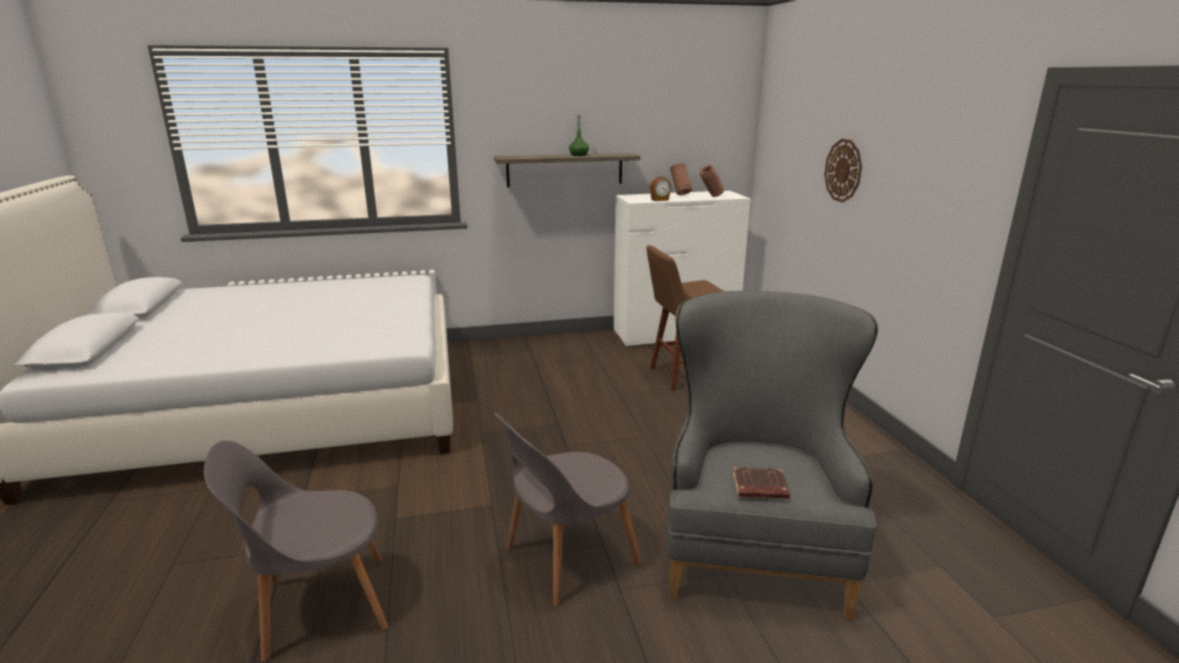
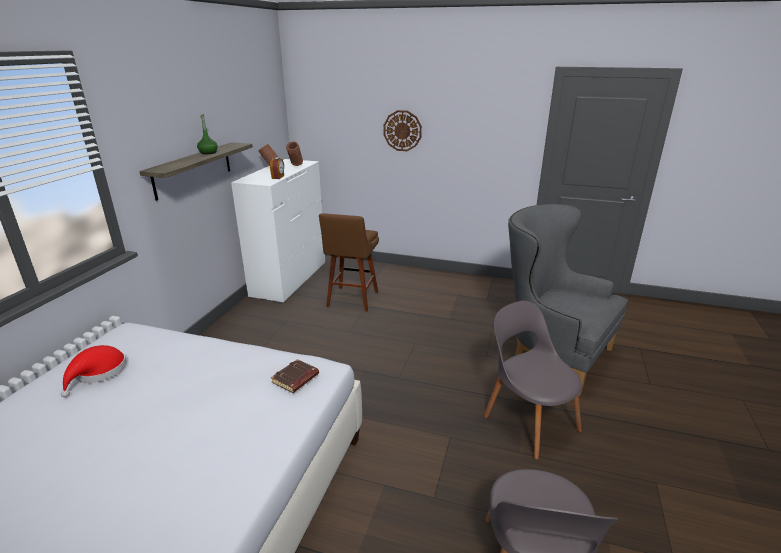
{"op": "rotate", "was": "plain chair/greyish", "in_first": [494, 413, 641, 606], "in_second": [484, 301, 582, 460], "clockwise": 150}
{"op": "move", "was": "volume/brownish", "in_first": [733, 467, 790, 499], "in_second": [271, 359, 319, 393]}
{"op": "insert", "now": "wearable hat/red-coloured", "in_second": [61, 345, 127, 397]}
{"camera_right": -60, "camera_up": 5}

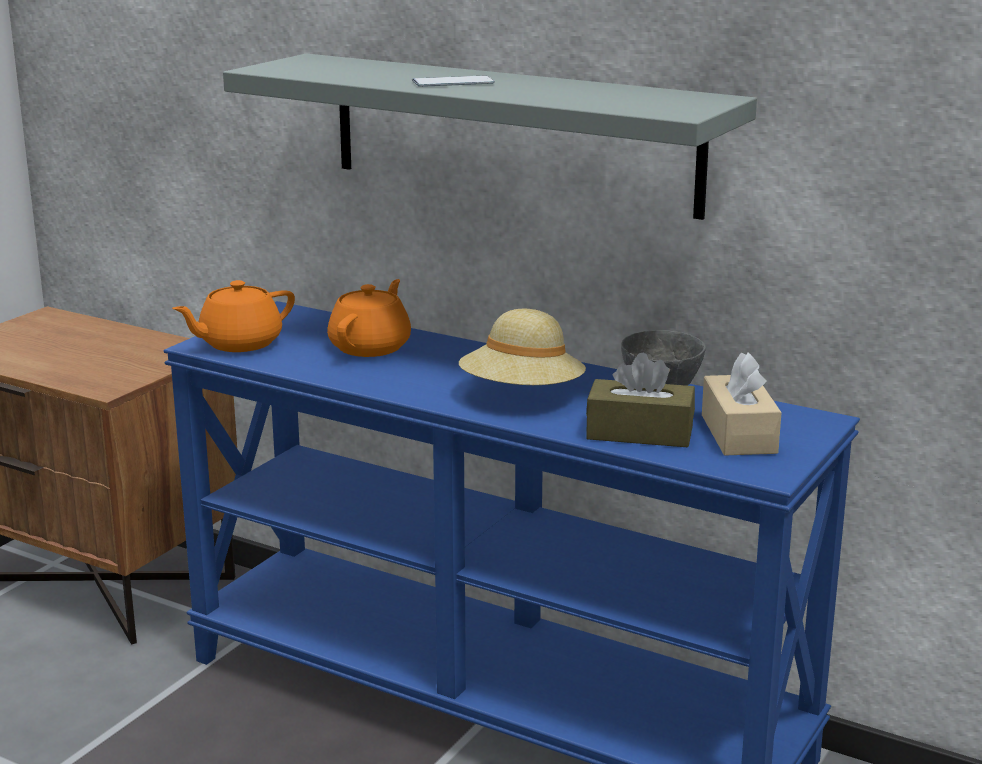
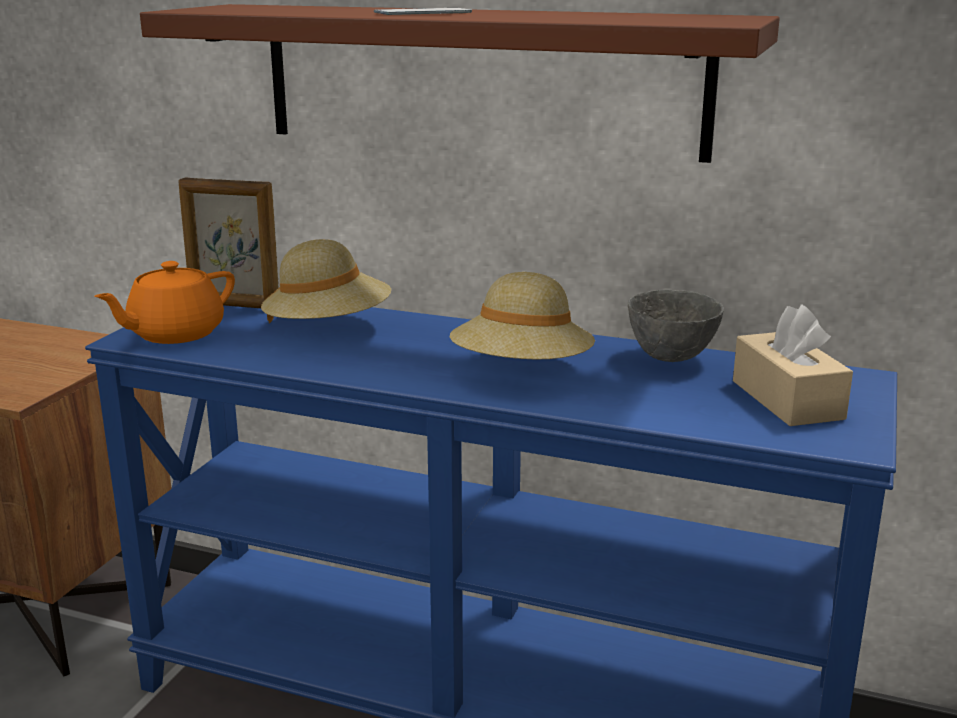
{"op": "recolor", "was": "shelf/greyish", "now": "shelf/brownish", "in_first": [223, 54, 757, 220], "in_second": [140, 4, 780, 163]}
{"op": "replace", "was": "teapot/orange-coloured", "now": "wearable hat/sand-coloured", "in_first": [327, 279, 411, 357], "in_second": [261, 239, 391, 323]}
{"op": "delete", "was": "tissue box/brownish", "in_first": [586, 353, 695, 447]}
{"op": "insert", "now": "picture frame", "in_second": [178, 177, 279, 308]}
{"camera_right": -10, "camera_up": 0}

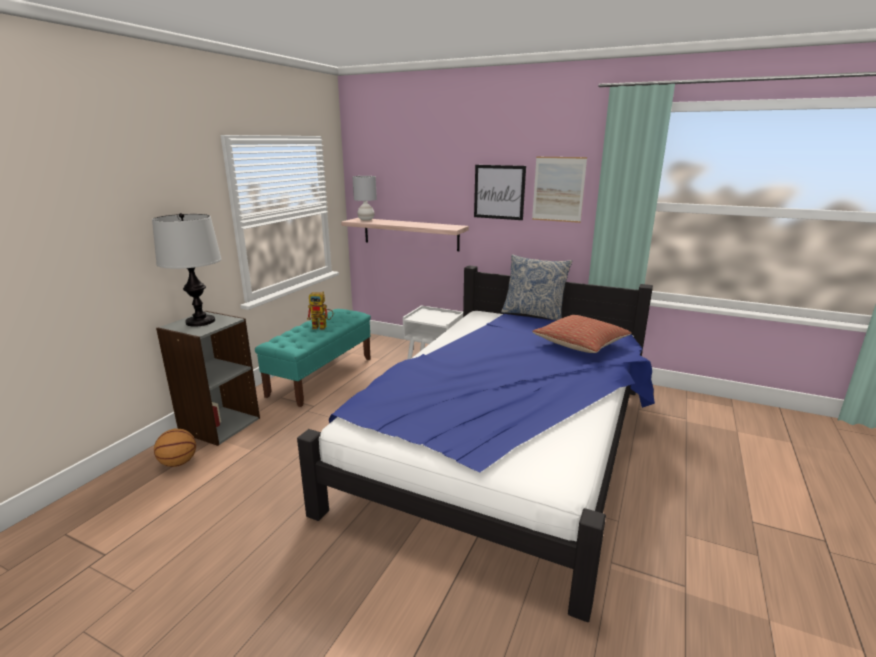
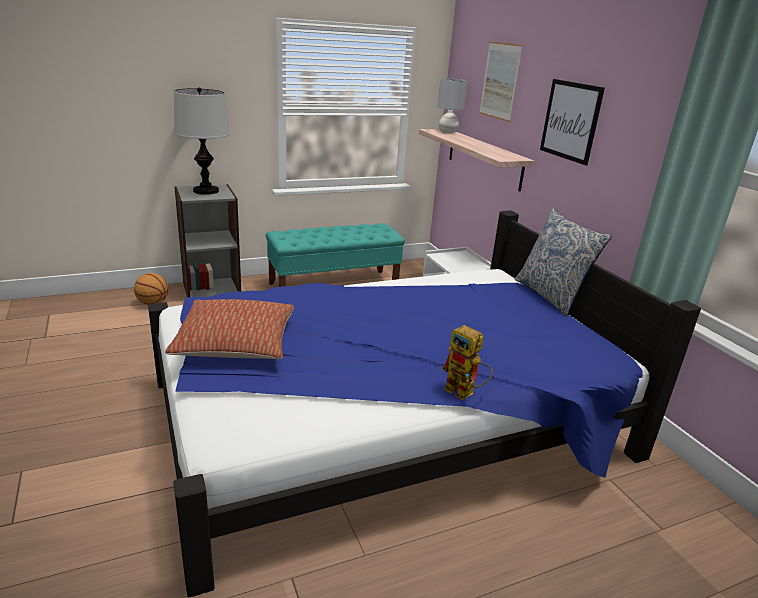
{"op": "move", "was": "toy robot", "in_first": [307, 291, 333, 329], "in_second": [441, 325, 493, 400]}
{"op": "move", "was": "picture", "in_first": [532, 157, 587, 223], "in_second": [479, 41, 523, 122]}
{"op": "move", "was": "pillow", "in_first": [532, 315, 631, 353], "in_second": [165, 299, 294, 359]}
{"camera_right": 40, "camera_up": 5}

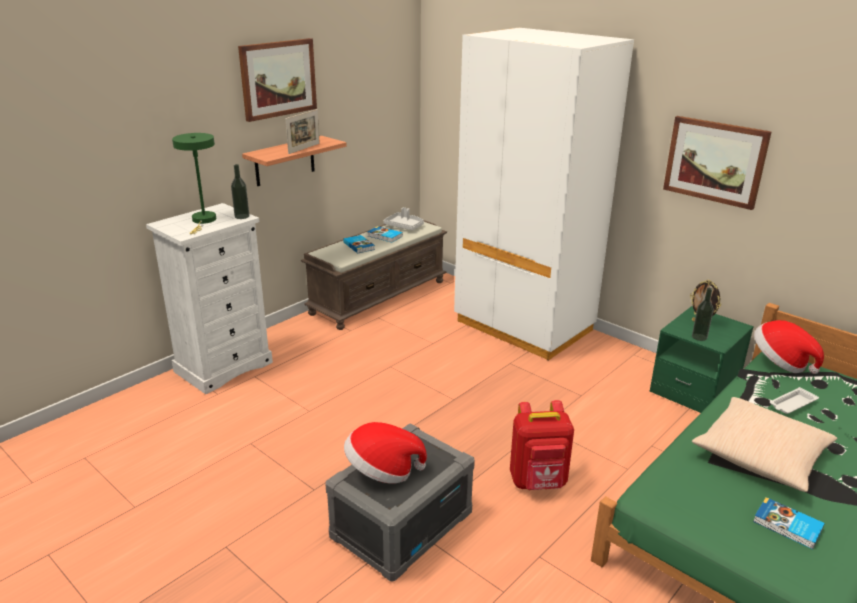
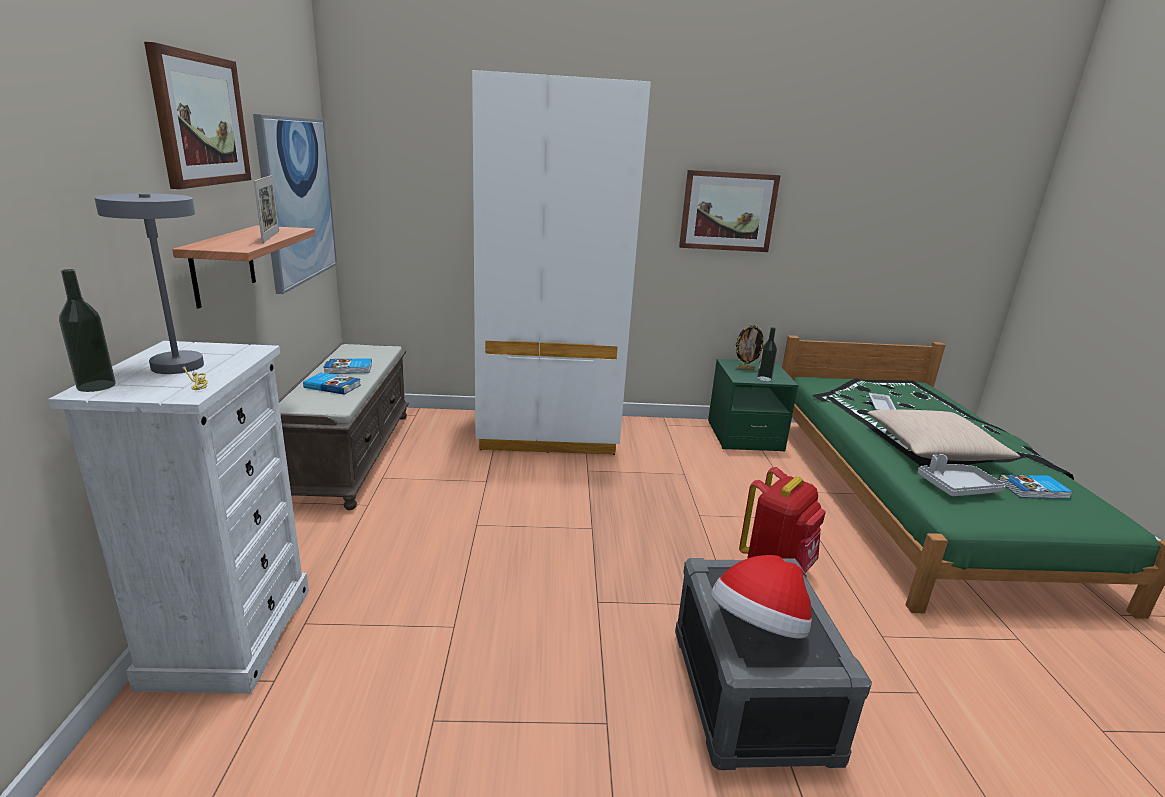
{"op": "recolor", "was": "table lamp/green-coloured", "now": "table lamp/greyish", "in_first": [172, 133, 216, 234], "in_second": [94, 193, 208, 390]}
{"op": "move", "was": "bottle", "in_first": [231, 164, 249, 219], "in_second": [59, 269, 116, 392]}
{"op": "move", "was": "carrying tray/greyish", "in_first": [383, 207, 424, 230], "in_second": [918, 454, 1005, 496]}
{"op": "delete", "was": "wearable hat", "in_first": [754, 320, 824, 374]}
{"op": "insert", "now": "picture", "in_second": [253, 114, 337, 294]}
{"camera_right": -45, "camera_up": -5}

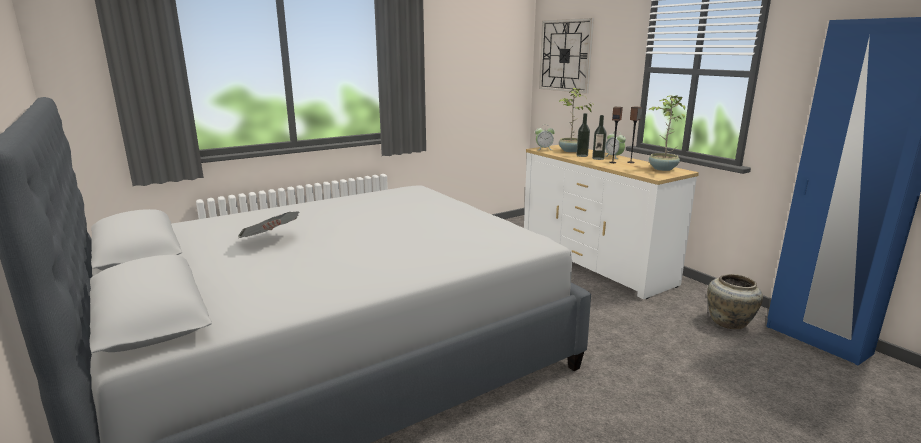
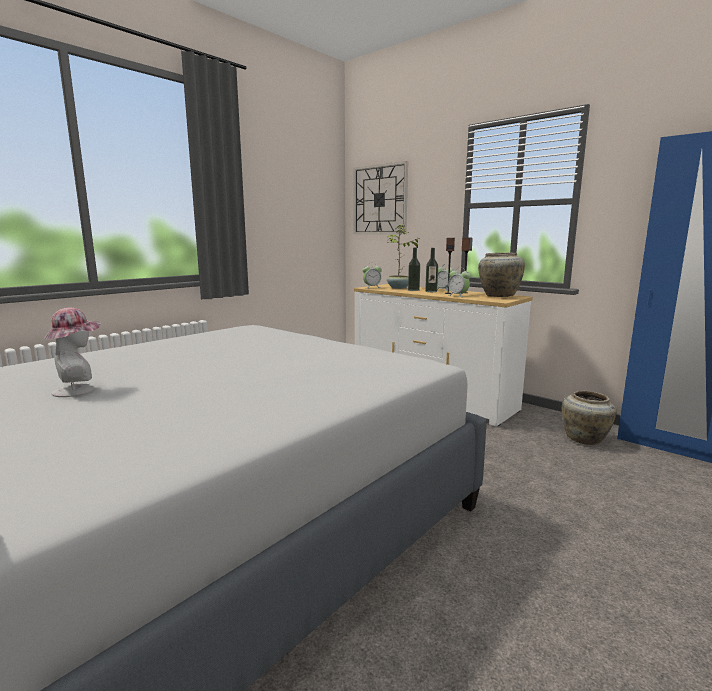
{"op": "replace", "was": "daily paper", "now": "wearable hat", "in_first": [238, 211, 299, 238], "in_second": [44, 307, 101, 397]}
{"op": "replace", "was": "plant in a pot", "now": "decorative vase/sand-coloured", "in_first": [648, 95, 686, 171], "in_second": [478, 253, 525, 297]}
{"op": "insert", "now": "alarm clock", "in_second": [447, 267, 471, 297]}
{"camera_right": -15, "camera_up": -5}

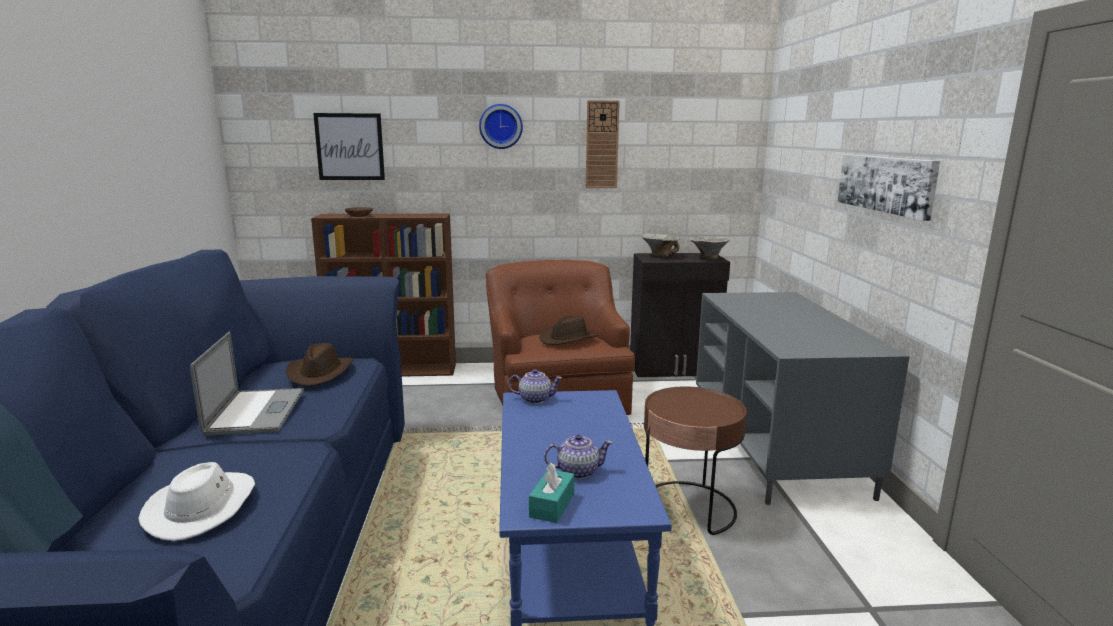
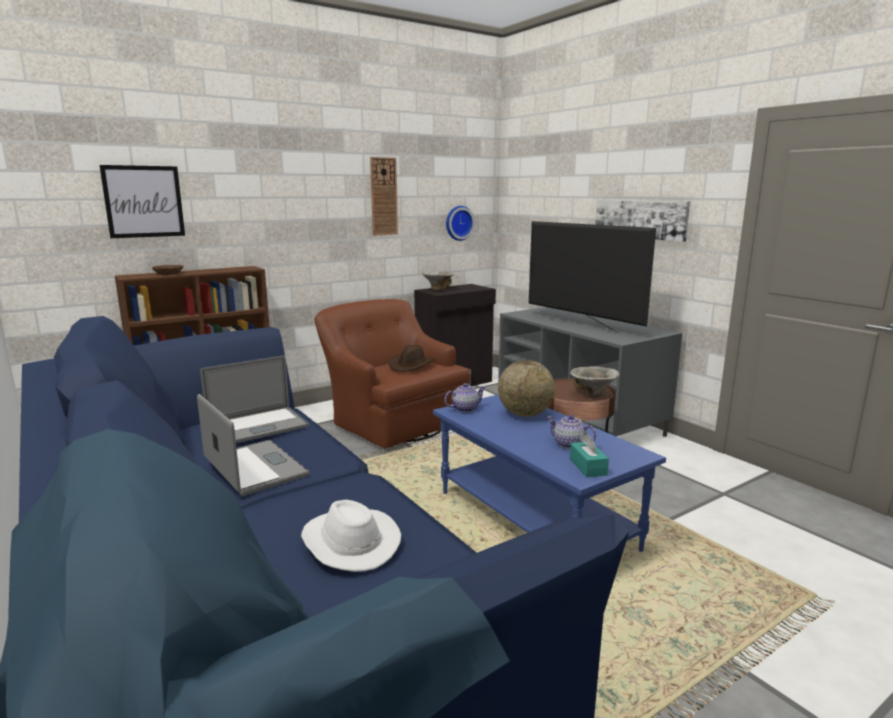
{"op": "replace", "was": "wearable hat/brownish", "now": "portable computer", "in_first": [286, 343, 354, 386], "in_second": [200, 355, 309, 443]}
{"op": "move", "was": "wall clock", "in_first": [479, 104, 523, 149], "in_second": [446, 206, 475, 241]}
{"op": "rotate", "was": "teapot", "in_first": [544, 434, 613, 479], "in_second": [547, 415, 596, 449], "clockwise": -105}
{"op": "move", "was": "bowl", "in_first": [690, 236, 730, 260], "in_second": [570, 366, 619, 398]}
{"op": "insert", "now": "globe", "in_second": [498, 360, 555, 417]}
{"op": "insert", "now": "TV set", "in_second": [529, 221, 656, 333]}
{"camera_right": -30, "camera_up": 0}

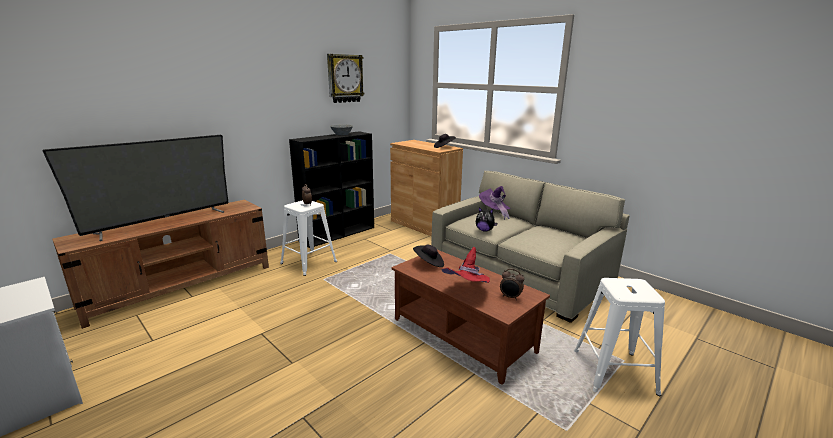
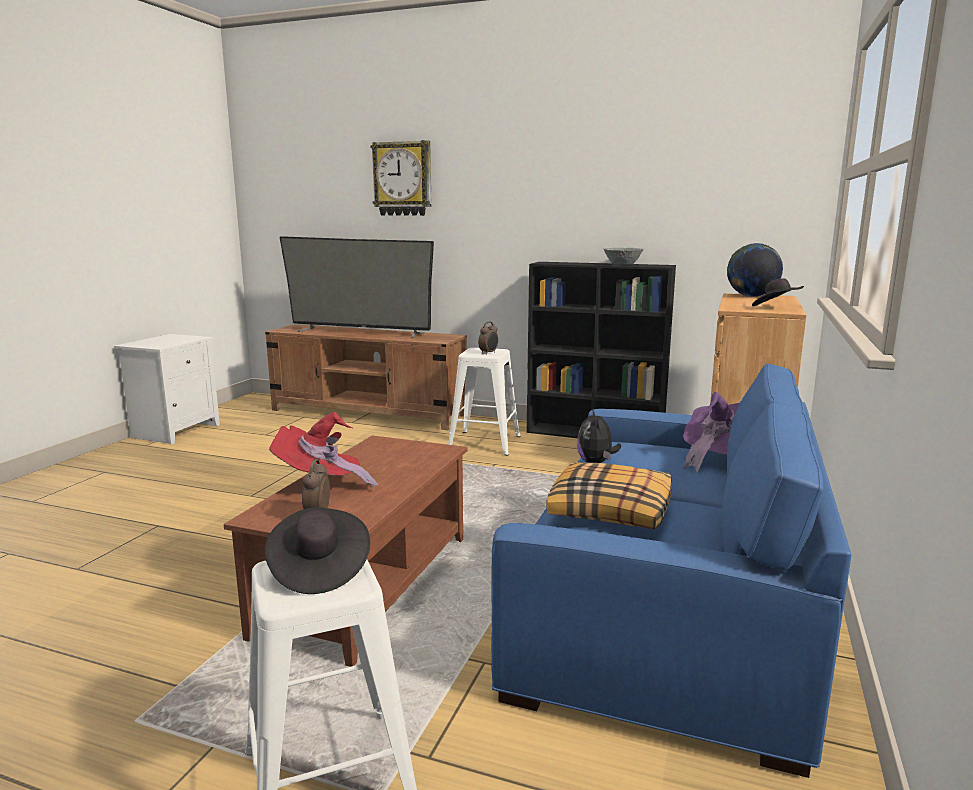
{"op": "move", "was": "wall clock", "in_first": [327, 54, 365, 103], "in_second": [370, 140, 432, 216]}
{"op": "move", "was": "wearable hat/blackish", "in_first": [413, 244, 444, 267], "in_second": [265, 507, 370, 594]}
{"op": "recolor", "was": "settee/sand-coloured", "now": "settee/bluish", "in_first": [431, 171, 630, 323], "in_second": [491, 363, 851, 778]}
{"op": "insert", "now": "pillow", "in_second": [546, 462, 672, 529]}
{"op": "insert", "now": "globe", "in_second": [727, 243, 783, 297]}
{"camera_right": 65, "camera_up": -5}

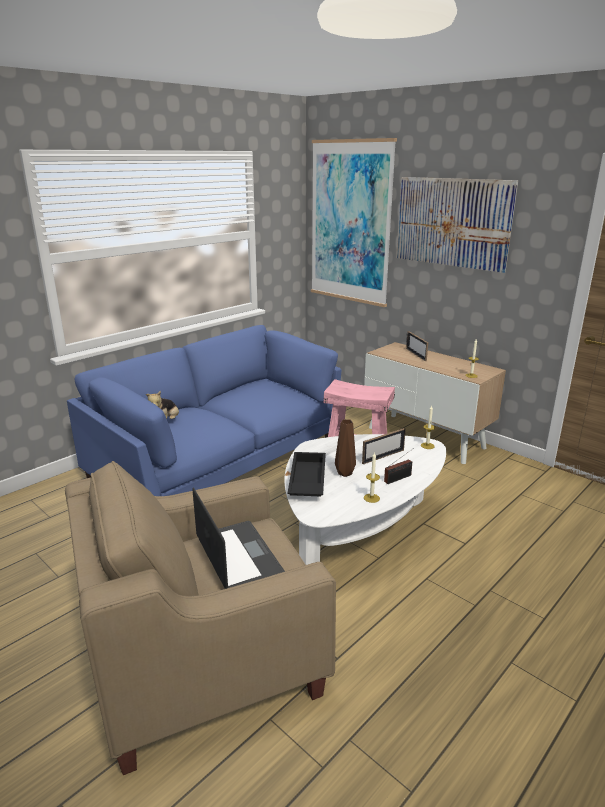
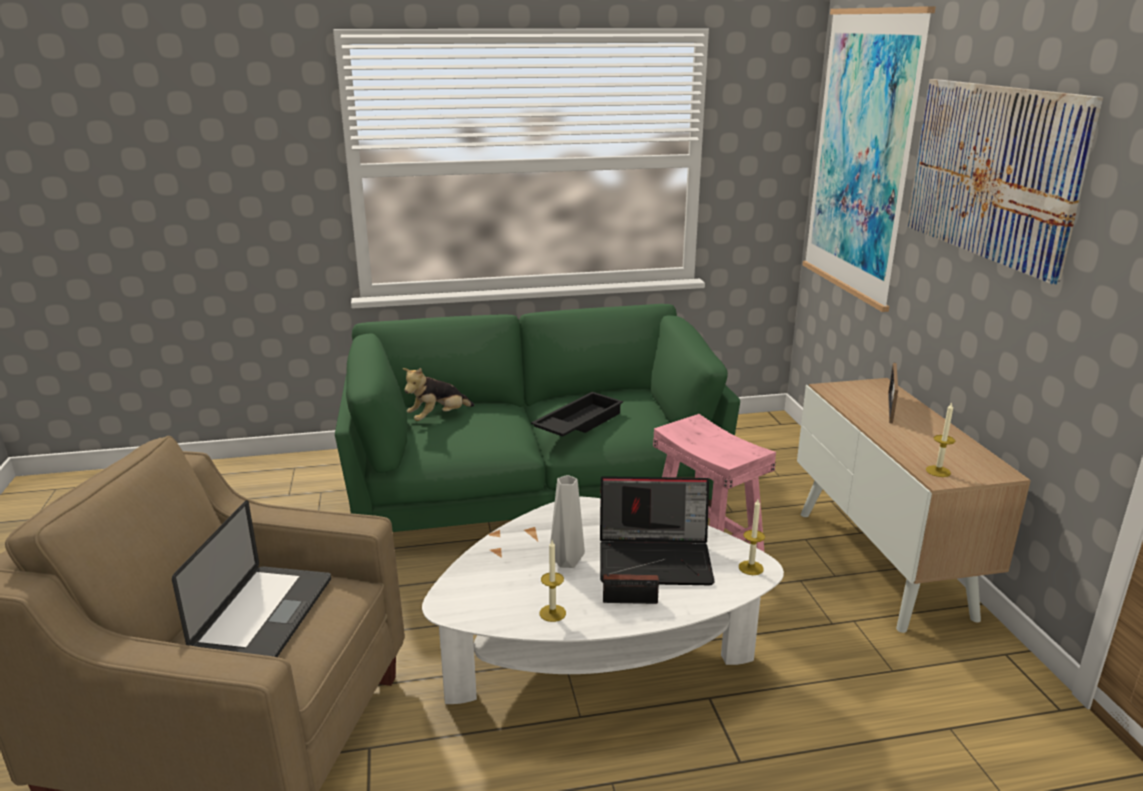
{"op": "recolor", "was": "settee/bluish", "now": "settee/green-coloured", "in_first": [67, 325, 341, 496], "in_second": [335, 304, 740, 532]}
{"op": "move", "was": "carrying tray/blackish", "in_first": [287, 452, 326, 496], "in_second": [531, 392, 623, 437]}
{"op": "recolor", "was": "decorative vase/brownish", "now": "decorative vase/greyish", "in_first": [335, 419, 356, 477], "in_second": [550, 475, 585, 568]}
{"op": "replace", "was": "picture frame", "now": "portable computer", "in_first": [362, 428, 406, 464], "in_second": [600, 476, 715, 585]}
{"camera_right": 35, "camera_up": 0}

